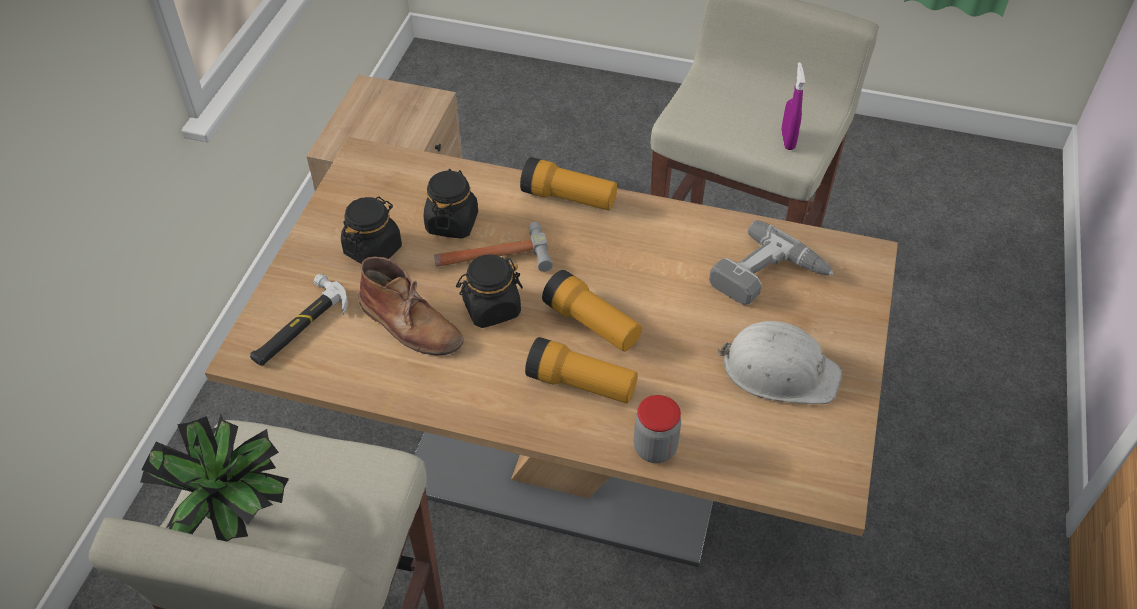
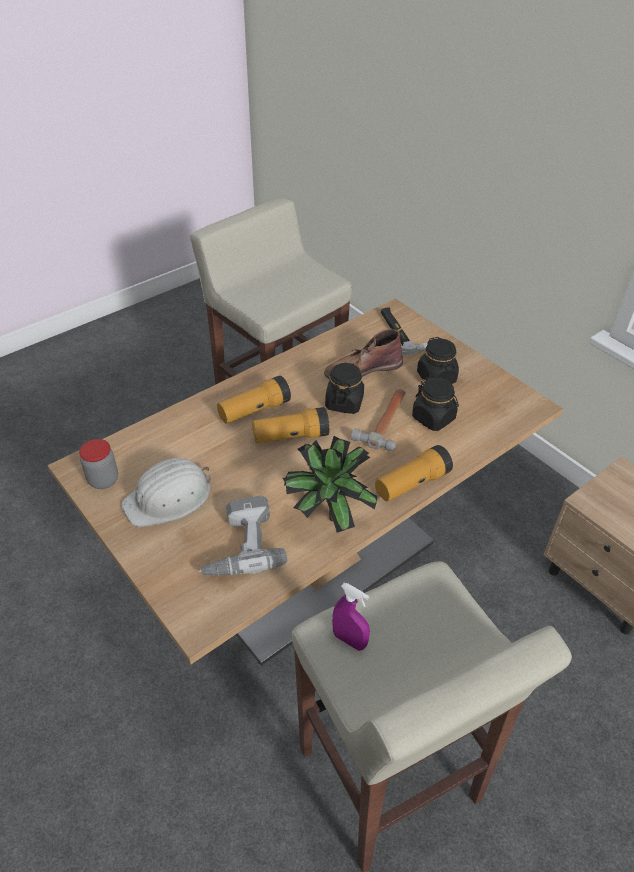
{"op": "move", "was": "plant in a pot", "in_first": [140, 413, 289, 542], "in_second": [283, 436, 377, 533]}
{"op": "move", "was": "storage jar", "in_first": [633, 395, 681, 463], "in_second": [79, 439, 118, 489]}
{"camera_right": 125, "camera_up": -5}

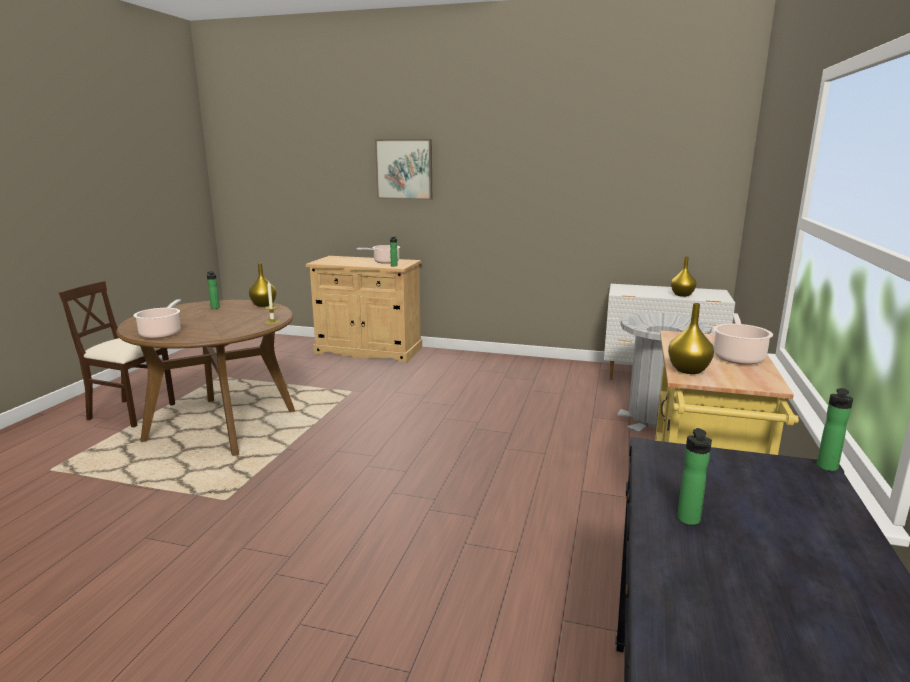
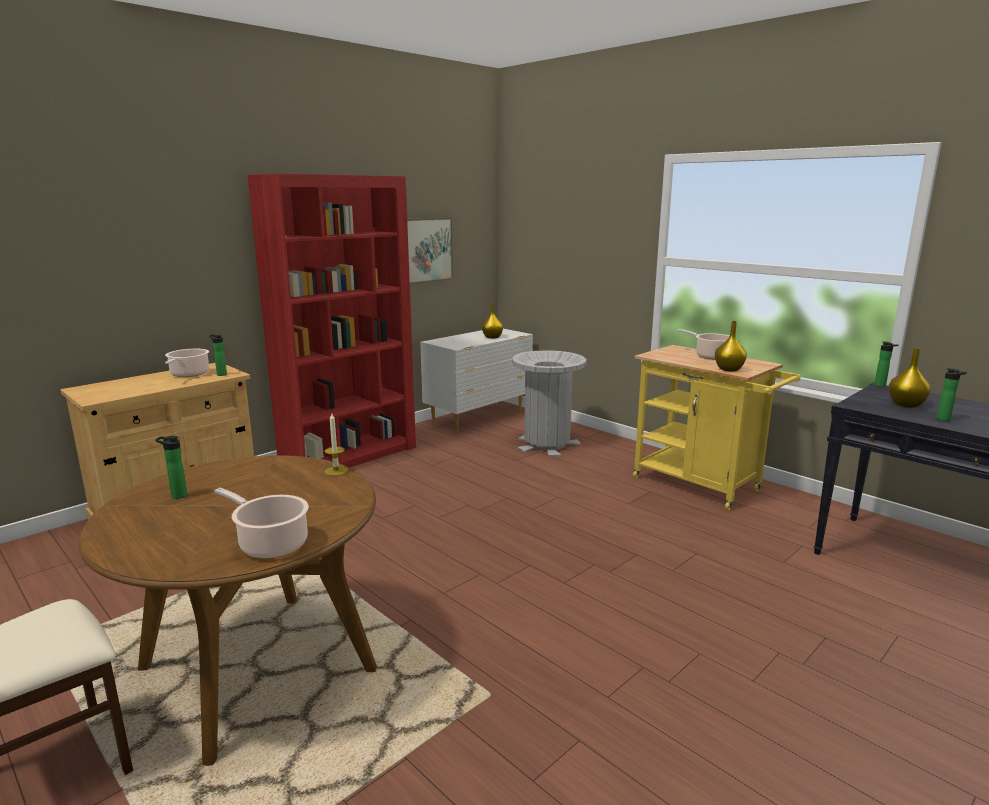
{"op": "move", "was": "decorative vase/yellowish", "in_first": [249, 263, 276, 307], "in_second": [889, 348, 931, 408]}
{"op": "move", "was": "picture", "in_first": [375, 139, 432, 200], "in_second": [407, 218, 453, 284]}
{"op": "insert", "now": "bookshelf/red-coloured", "in_second": [247, 174, 416, 467]}
{"camera_right": -60, "camera_up": 0}

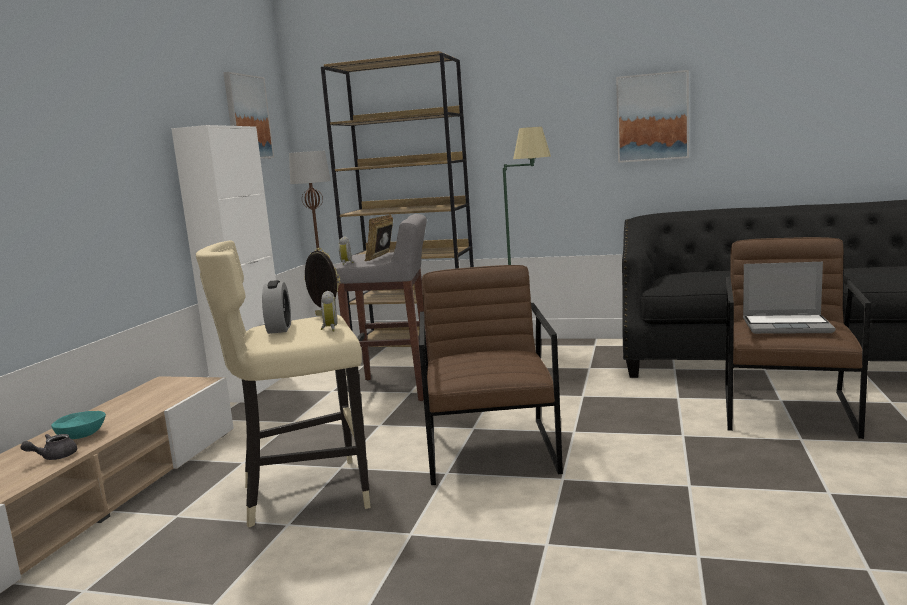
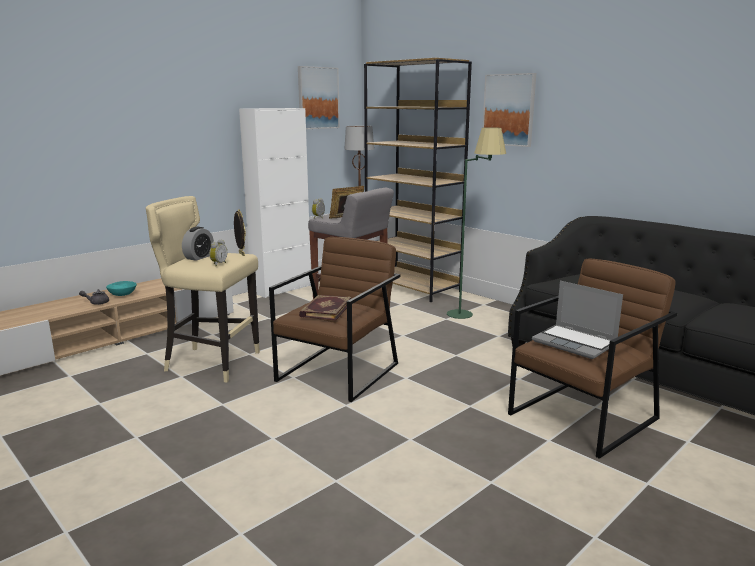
{"op": "move", "was": "picture", "in_first": [616, 70, 689, 163], "in_second": [483, 73, 536, 147]}
{"op": "insert", "now": "volume", "in_second": [299, 295, 352, 321]}
{"camera_right": 30, "camera_up": 5}

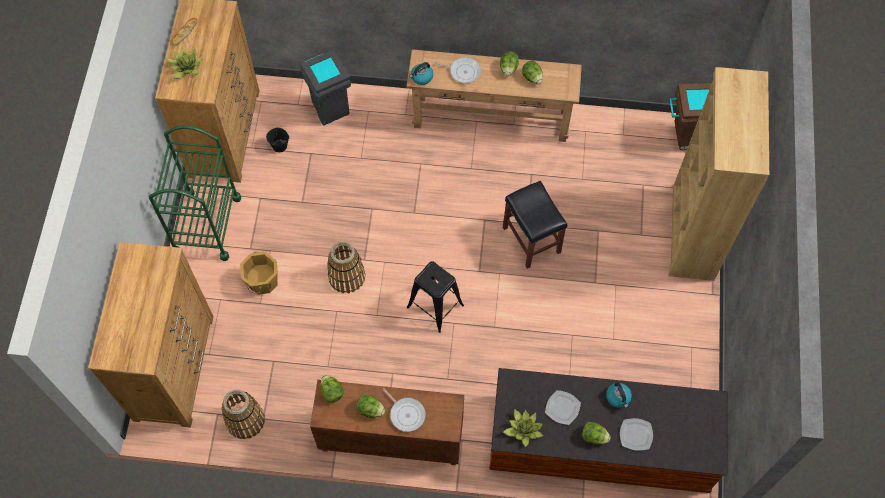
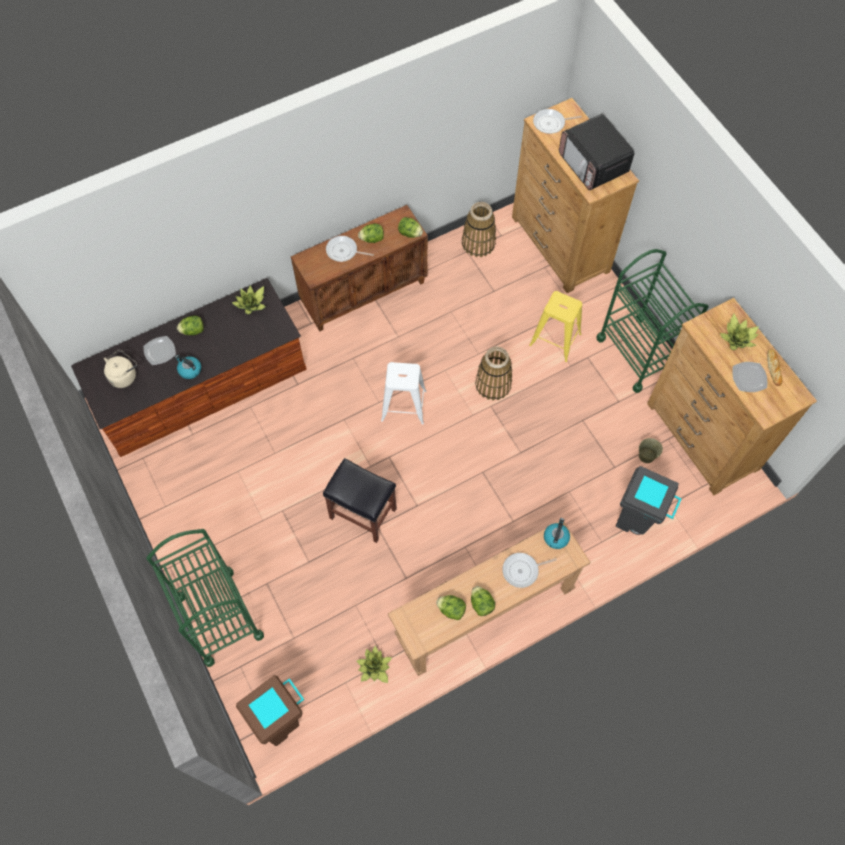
{"op": "replace", "was": "bucket/orange-coloured", "now": "stool/yellowish", "in_first": [240, 251, 278, 295], "in_second": [529, 291, 582, 362]}
{"op": "recolor", "was": "bucket/blackish", "now": "bucket/sand-coloured", "in_first": [266, 128, 289, 152], "in_second": [639, 438, 663, 463]}
{"op": "recolor", "was": "stool/blackish", "now": "stool/white-coloured", "in_first": [407, 262, 464, 333], "in_second": [381, 362, 427, 424]}
{"op": "move", "was": "plate", "in_first": [545, 390, 581, 425], "in_second": [732, 362, 767, 392]}
{"op": "replace", "was": "bookshelf/brownish", "now": "wheeled cart/green-coloured", "in_first": [669, 67, 769, 281], "in_second": [146, 529, 264, 667]}
{"op": "insert", "now": "water kettle/sand-coloured", "in_second": [104, 350, 137, 388]}
{"op": "insert", "now": "plant in a pot", "in_second": [357, 646, 392, 683]}
{"op": "insert", "now": "frying pan", "in_second": [533, 109, 582, 134]}
{"op": "insert", "now": "microwave oven", "in_second": [559, 114, 634, 190]}
{"camera_right": 145, "camera_up": 0}

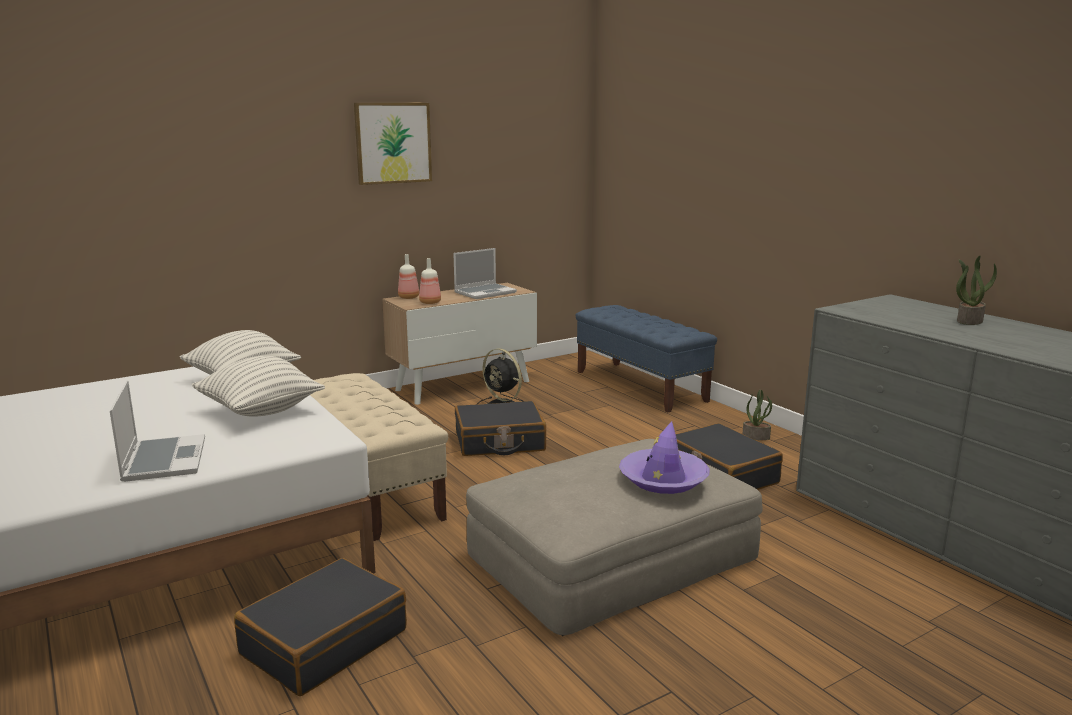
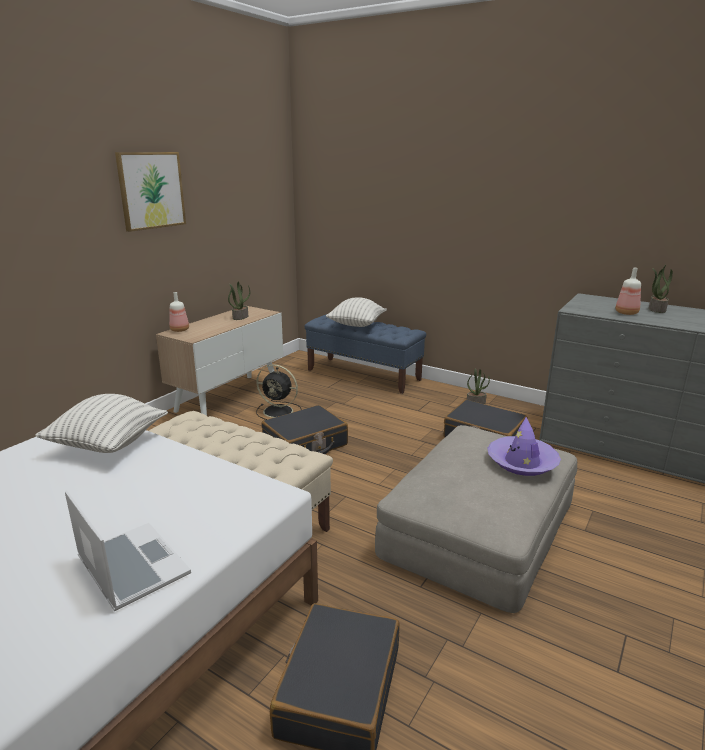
{"op": "move", "was": "pillow", "in_first": [192, 356, 325, 417], "in_second": [326, 297, 387, 327]}
{"op": "move", "was": "bottle", "in_first": [419, 258, 441, 304], "in_second": [615, 268, 641, 315]}
{"op": "replace", "was": "portable computer", "now": "plant in a pot", "in_first": [453, 248, 517, 299], "in_second": [228, 281, 251, 320]}
{"camera_right": -25, "camera_up": 5}

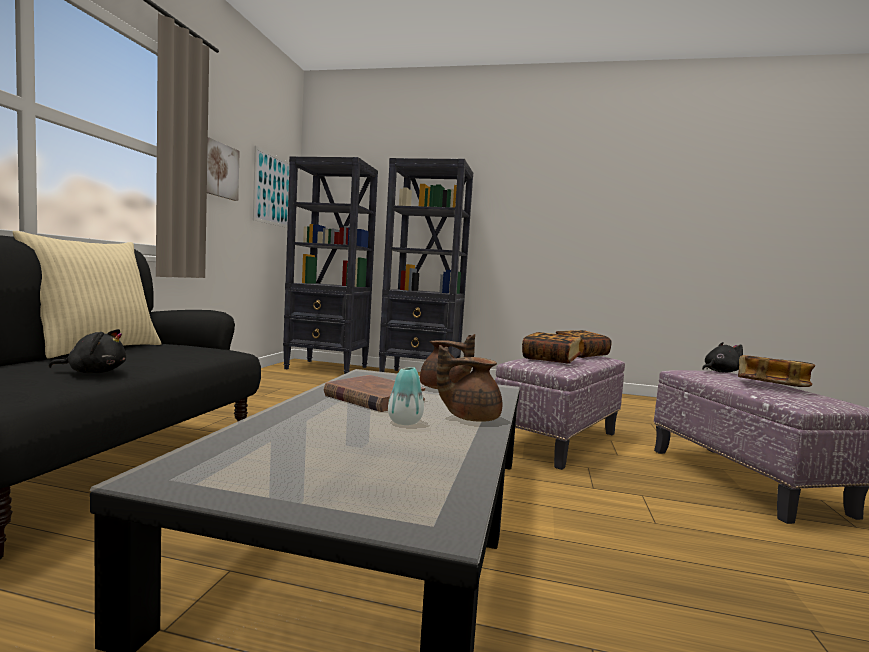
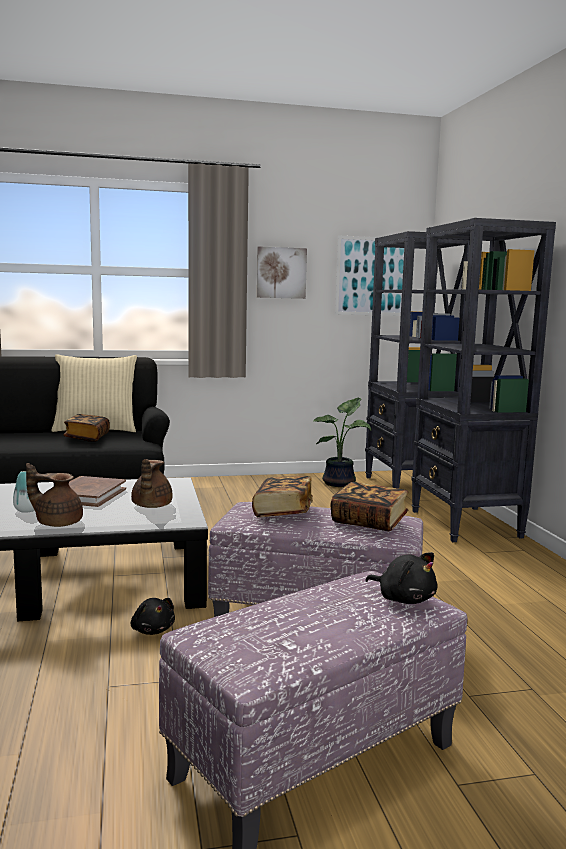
{"op": "move", "was": "soft toy/blackish", "in_first": [49, 329, 126, 373], "in_second": [131, 598, 175, 635]}
{"op": "rotate", "was": "teapot/brownish", "in_first": [437, 345, 502, 422], "in_second": [26, 463, 83, 527], "clockwise": -45}
{"op": "move", "was": "volume", "in_first": [738, 355, 815, 387], "in_second": [63, 414, 110, 442]}
{"op": "insert", "now": "plant in a pot", "in_second": [313, 398, 371, 487]}
{"camera_right": 65, "camera_up": 5}

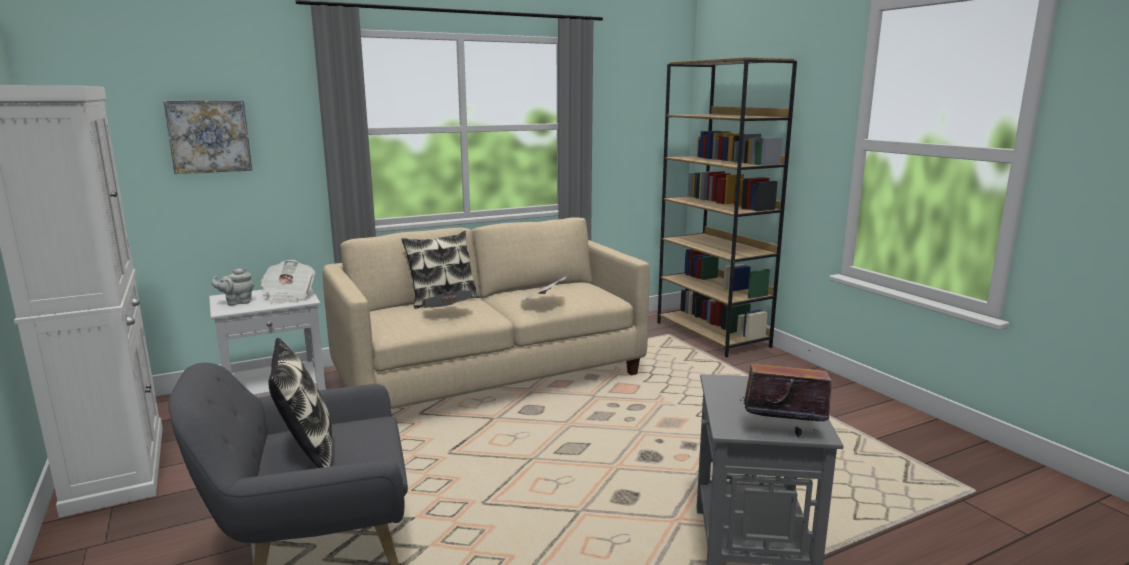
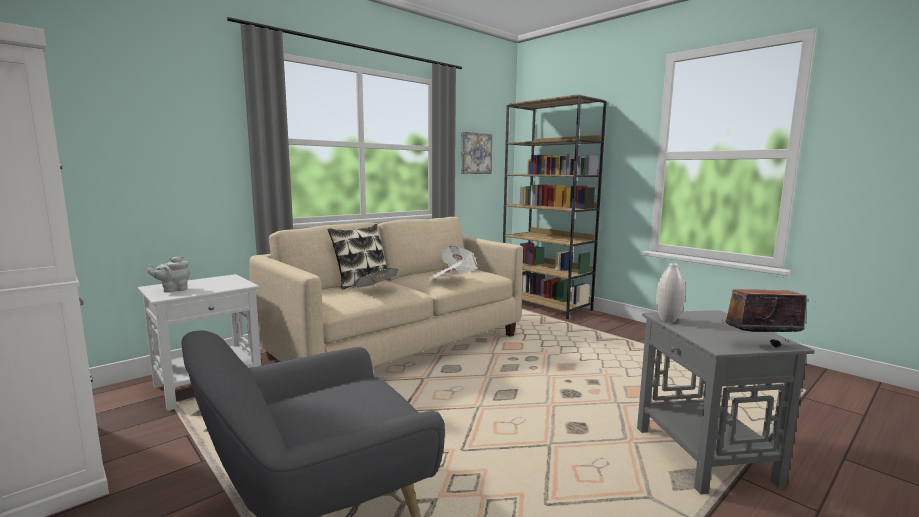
{"op": "move", "was": "picture", "in_first": [164, 100, 252, 174], "in_second": [461, 132, 492, 174]}
{"op": "move", "was": "daily paper", "in_first": [260, 260, 316, 304], "in_second": [441, 245, 478, 274]}
{"op": "delete", "was": "pillow", "in_first": [268, 338, 332, 468]}
{"op": "insert", "now": "decorative vase/white-coloured", "in_second": [656, 263, 686, 323]}
{"camera_right": -15, "camera_up": -5}

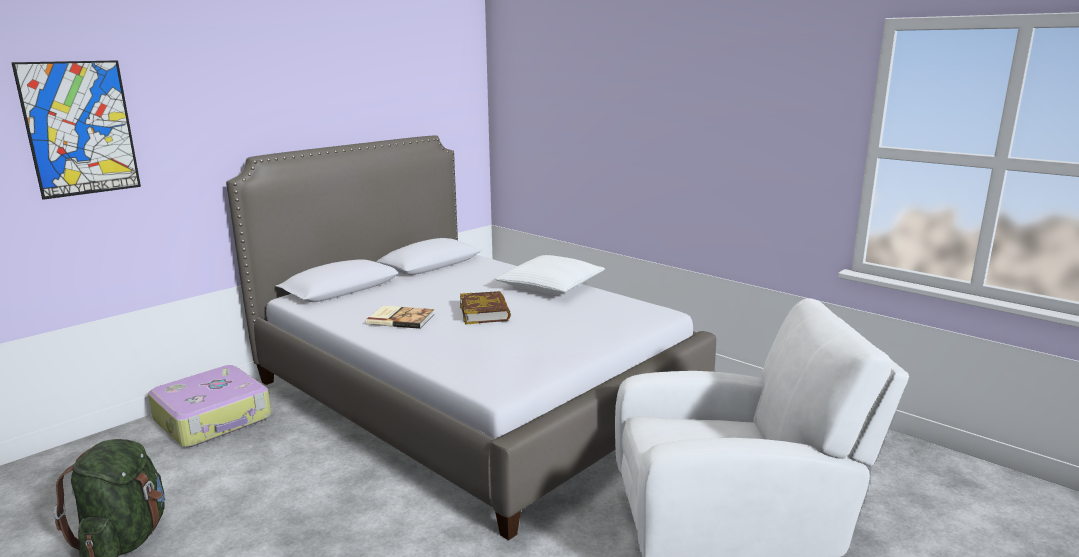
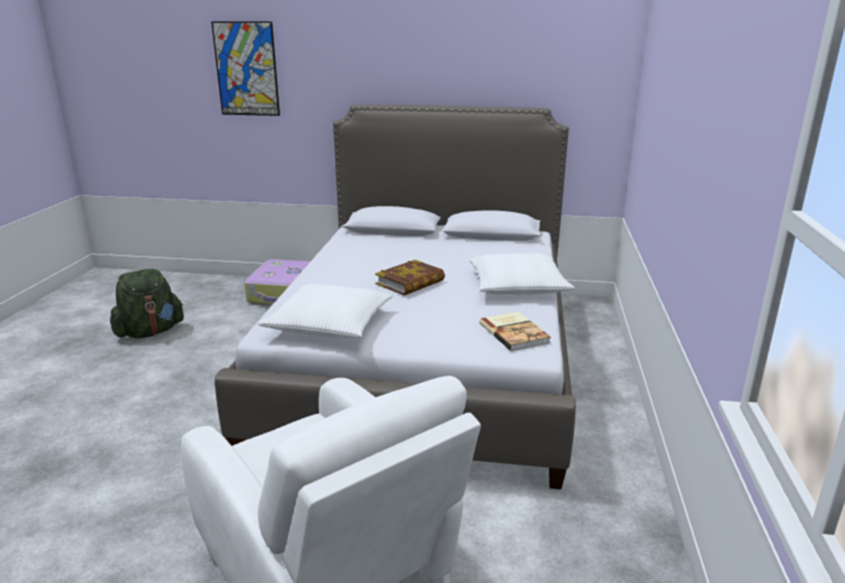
{"op": "move", "was": "volume", "in_first": [366, 306, 435, 329], "in_second": [479, 312, 551, 351]}
{"op": "insert", "now": "pillow/white-coloured", "in_second": [258, 284, 393, 338]}
{"camera_right": 55, "camera_up": 5}

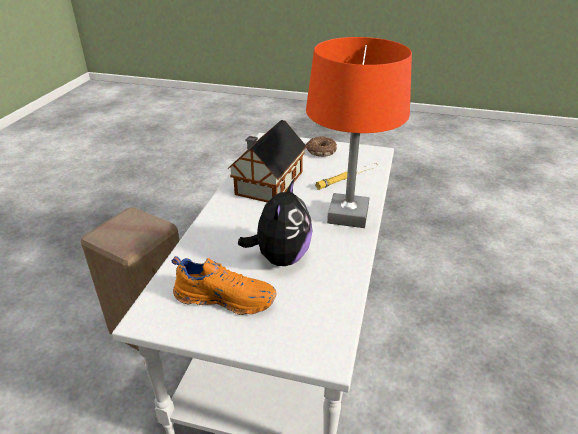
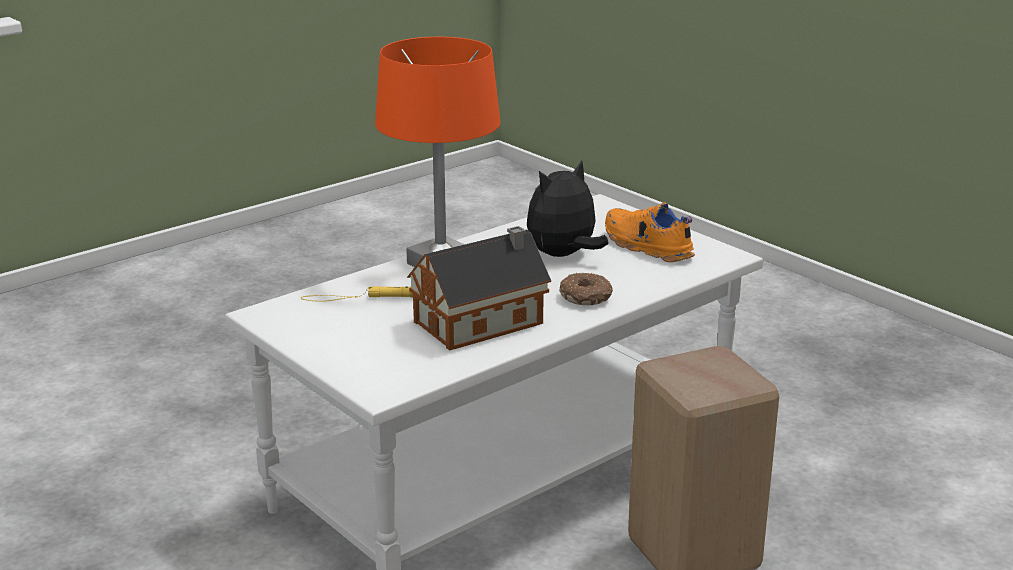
{"op": "move", "was": "donut", "in_first": [305, 136, 337, 157], "in_second": [560, 273, 613, 305]}
{"camera_right": -145, "camera_up": -10}

